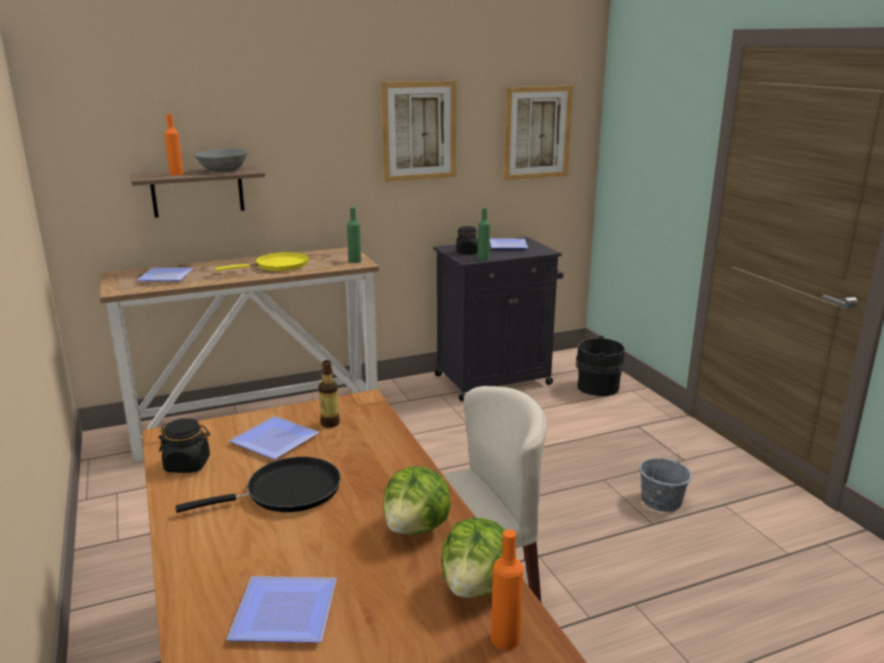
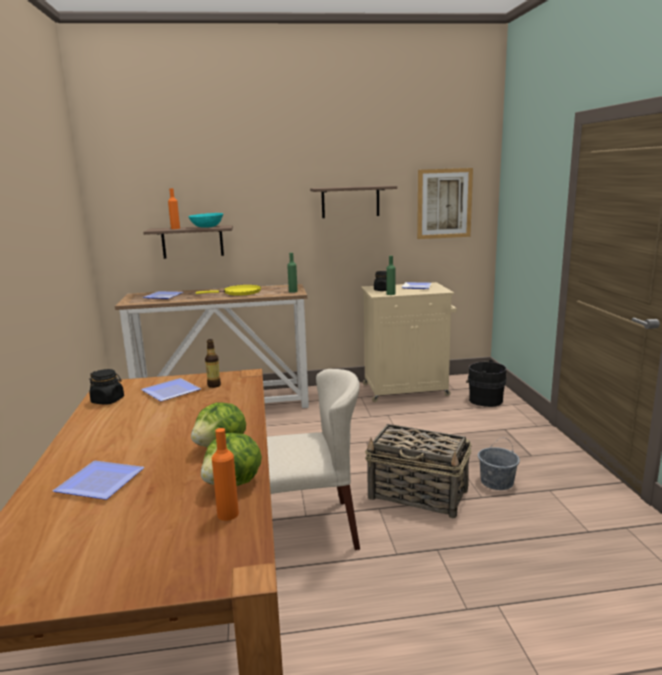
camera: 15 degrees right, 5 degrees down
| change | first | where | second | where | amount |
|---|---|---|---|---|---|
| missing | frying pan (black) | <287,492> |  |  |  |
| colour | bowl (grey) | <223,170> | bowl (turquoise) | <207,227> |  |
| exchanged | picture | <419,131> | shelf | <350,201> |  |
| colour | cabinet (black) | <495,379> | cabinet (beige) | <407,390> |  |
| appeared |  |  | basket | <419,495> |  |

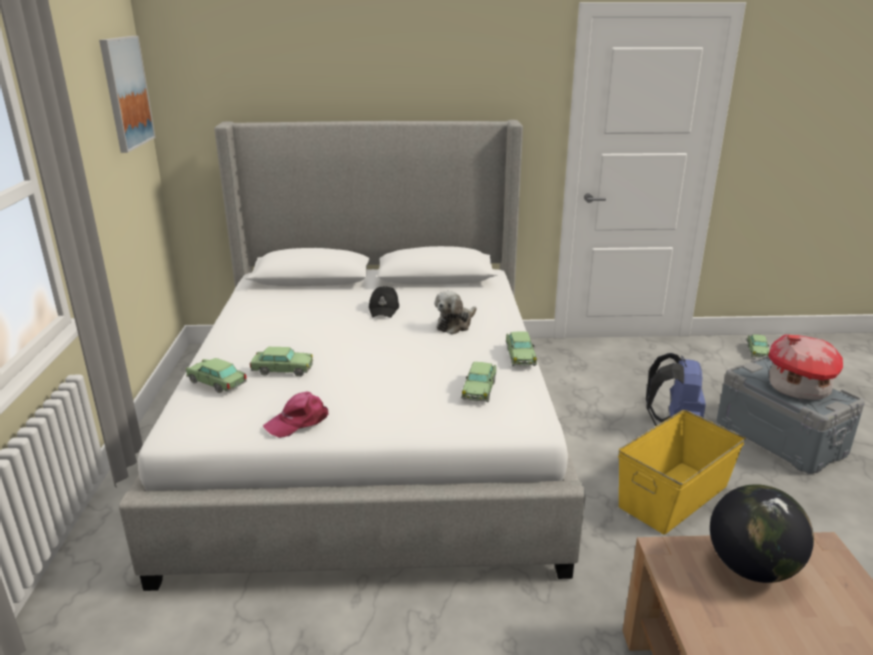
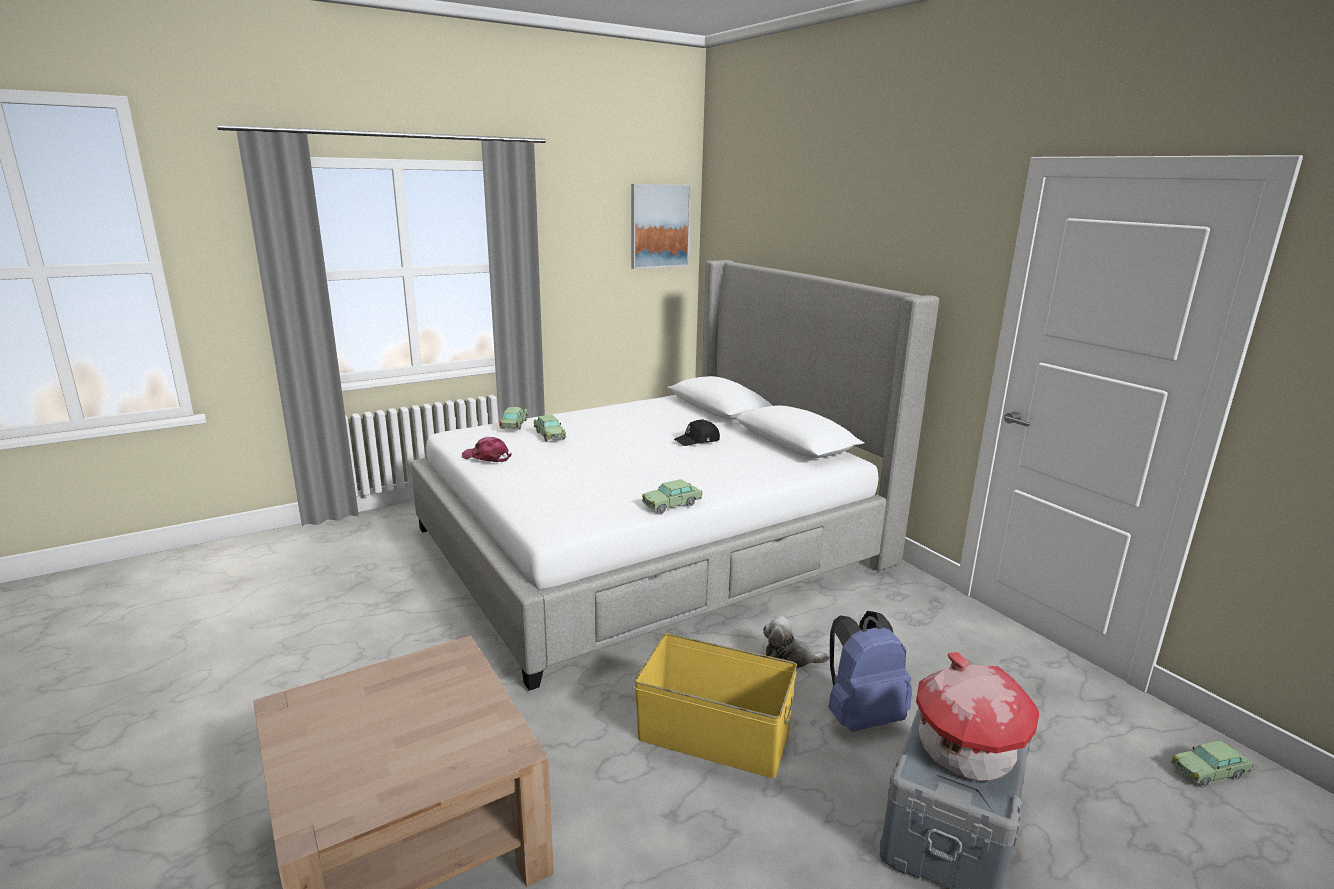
camera: 60 degrees right, 5 degrees down
| change | first | where | second | where | amount |
|---|---|---|---|---|---|
| relocated | plush toy | <455,324> |  | <790,658> |  |
| missing | toy car | <479,389> |  |  |  |
| missing | globe | <751,568> |  |  |  |

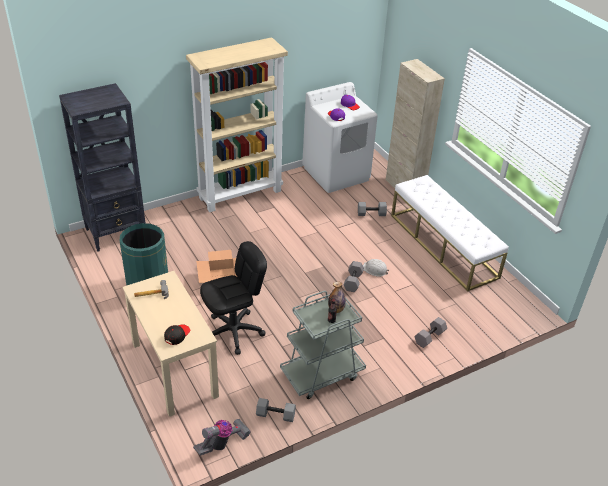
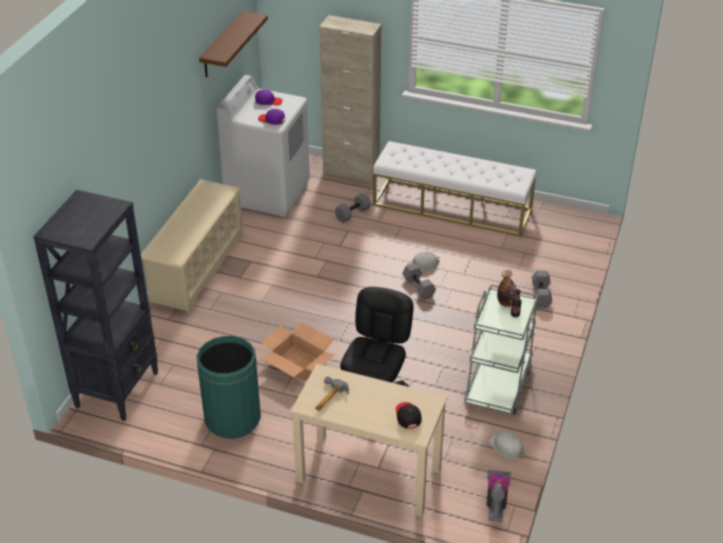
camera: 40 degrees left, 0 degrees up
| change | first | where | second | where | amount |
|---|---|---|---|---|---|
| exchanged | bookcase (beige) | <240,194> | shoe rack (beige) | <197,268> |  |
| exchanged | dumbbell (grey) | <275,415> | hard hat (white) | <507,447> |  |
| appeared |  |  | shelf (brown) | <222,45> |  |

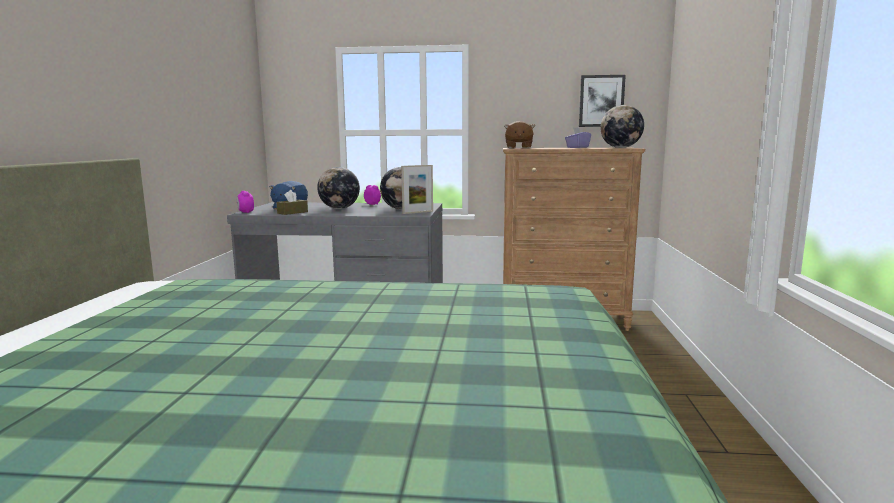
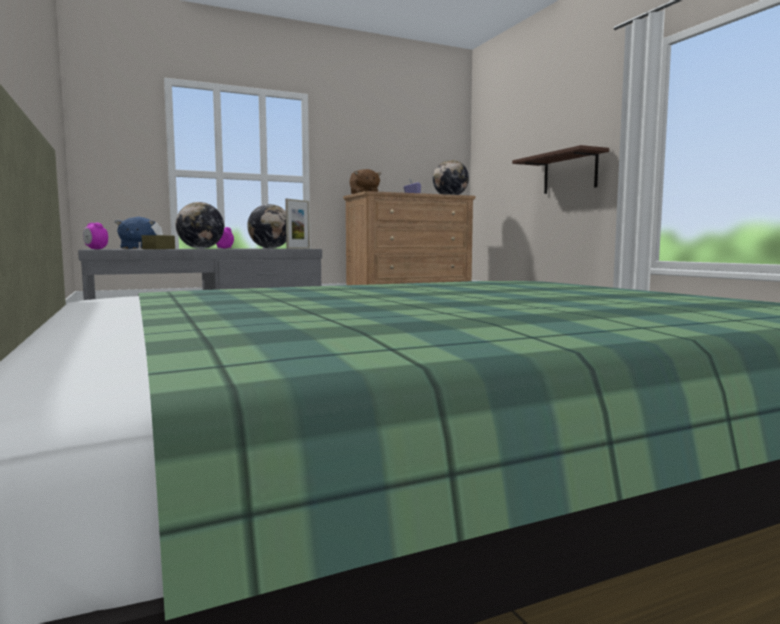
camera: 30 degrees left, 5 degrees down
| change | first | where | second | where | amount |
|---|---|---|---|---|---|
| missing | picture | <601,101> |  |  |  |
| appeared |  |  | shelf | <570,173> |  |

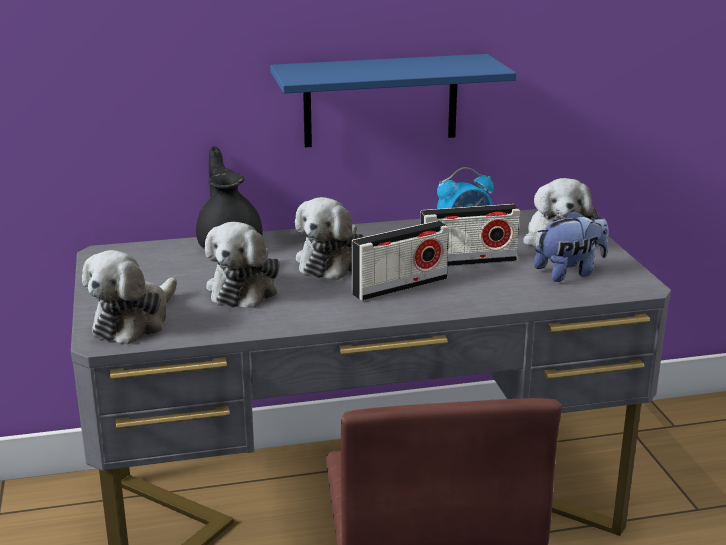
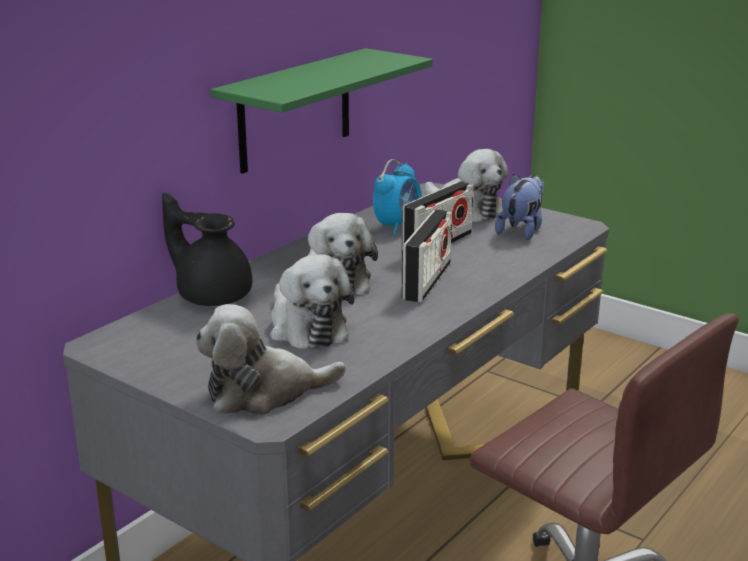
camera: 40 degrees left, 0 degrees up
| change | first | where | second | where | amount |
|---|---|---|---|---|---|
| spun | plush toy | <134,321> |  | <263,392> | 90 degrees clockwise |
| colour | shelf (blue) | <380,100> | shelf (green) | <295,110> |  |

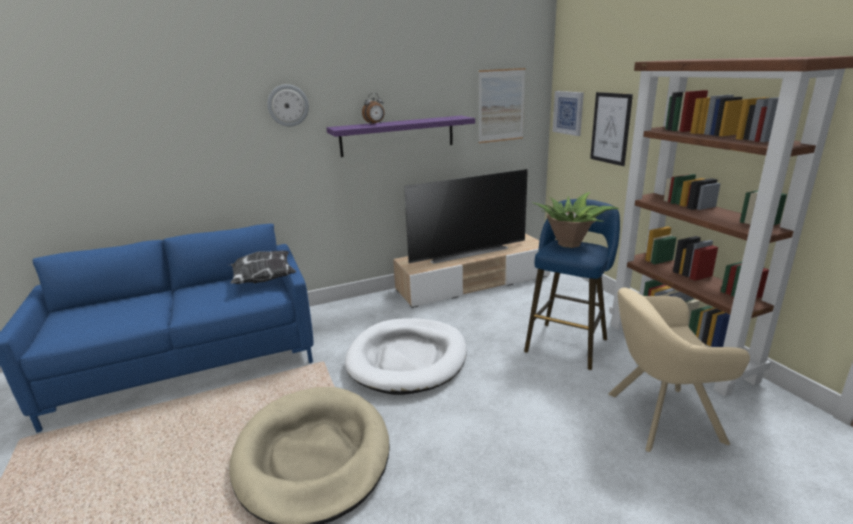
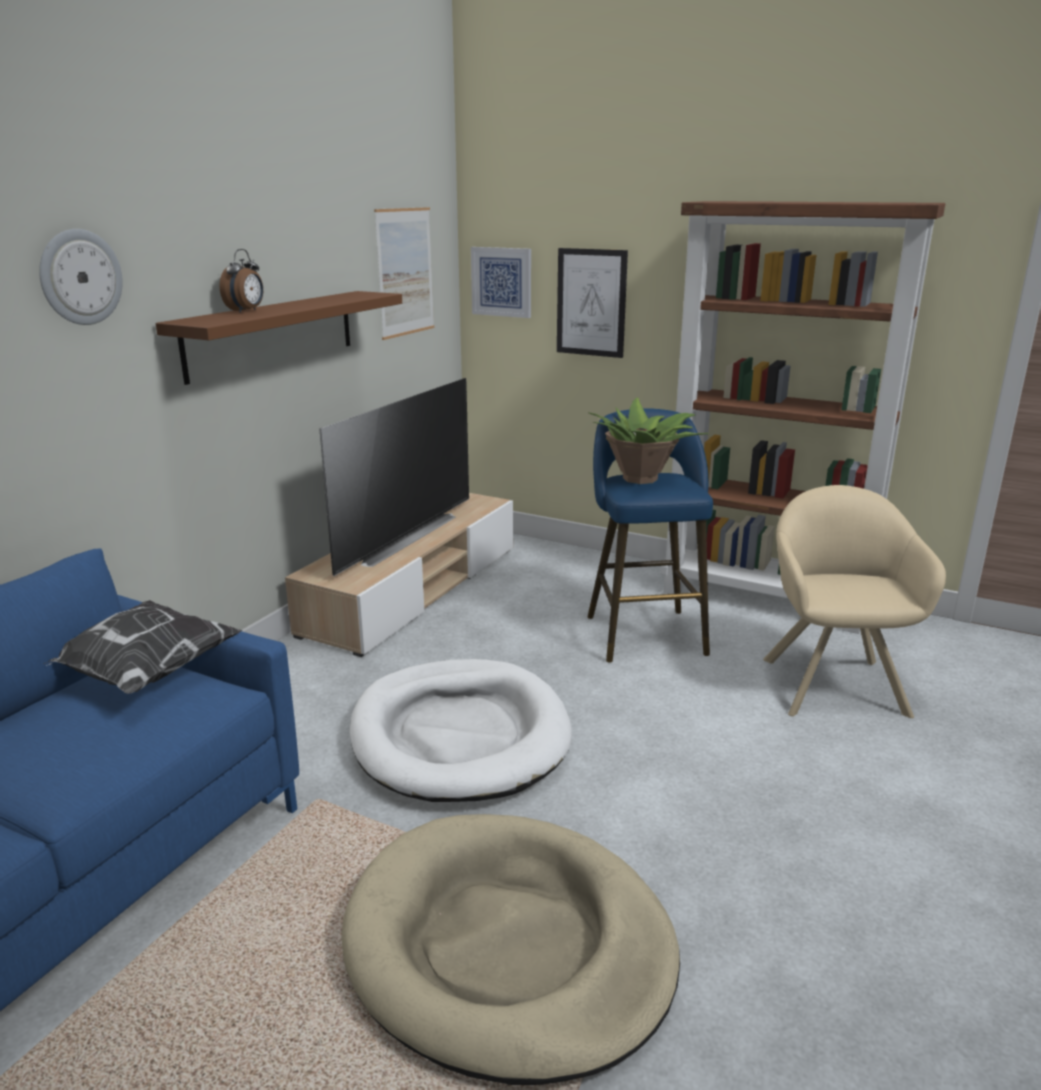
camera: 40 degrees left, 0 degrees up
| change | first | where | second | where | amount |
|---|---|---|---|---|---|
| colour | shelf (purple) | <398,136> | shelf (brown) | <272,334> |  |
| spun | armchair (beige) | <657,417> |  | <832,681> | 135 degrees clockwise |

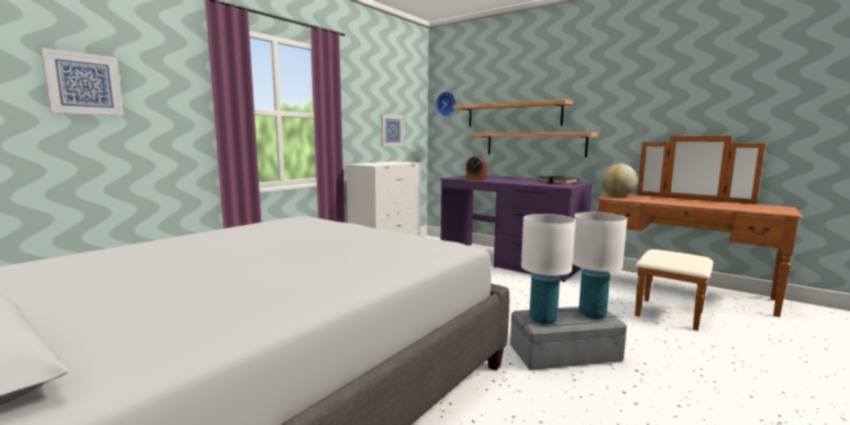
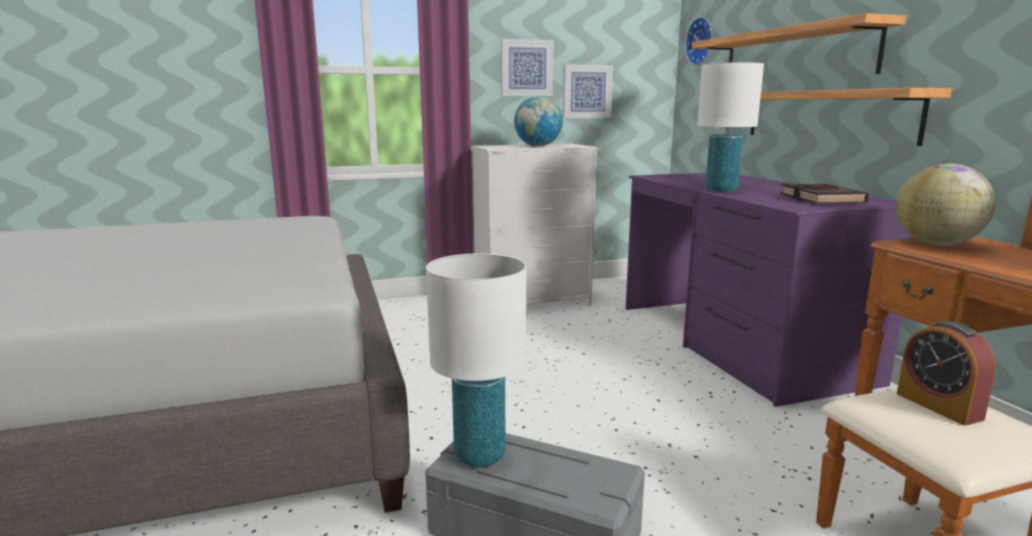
camera: 35 degrees right, 5 degrees up
| change | first | where | second | where | amount |
|---|---|---|---|---|---|
| relocated | picture | <84,84> |  | <526,68> |  |
| relocated | alarm clock | <476,179> |  | <938,406> |  |
| relocated | table lamp (white) | <592,314> |  | <721,190> |  |
| appeared |  |  | globe | <538,146> |  |

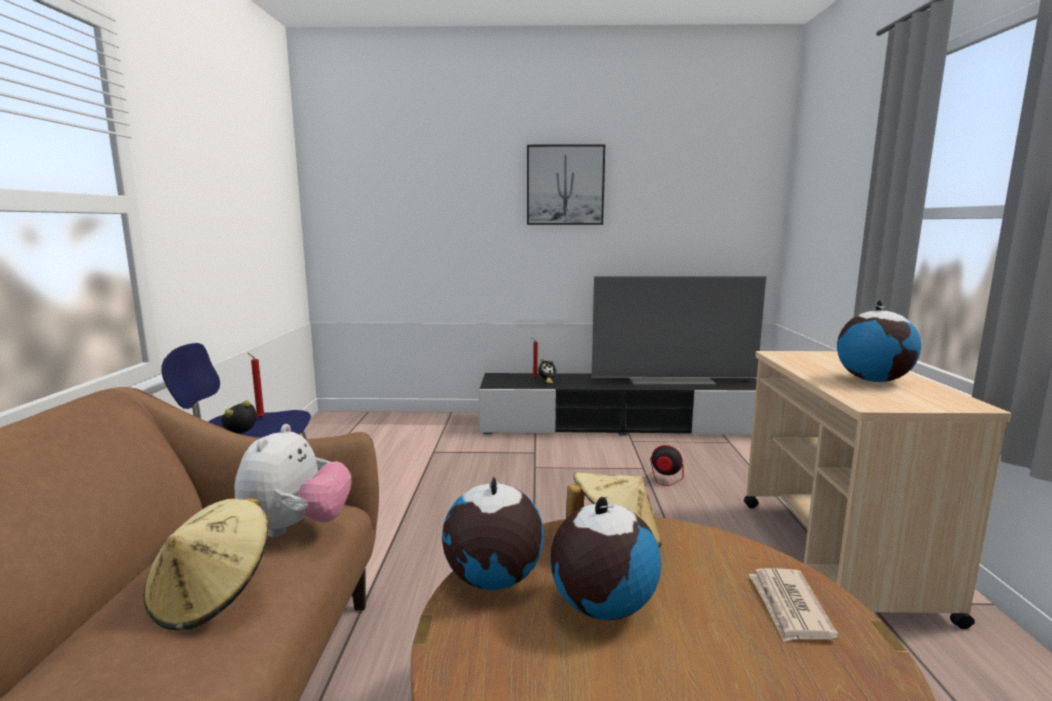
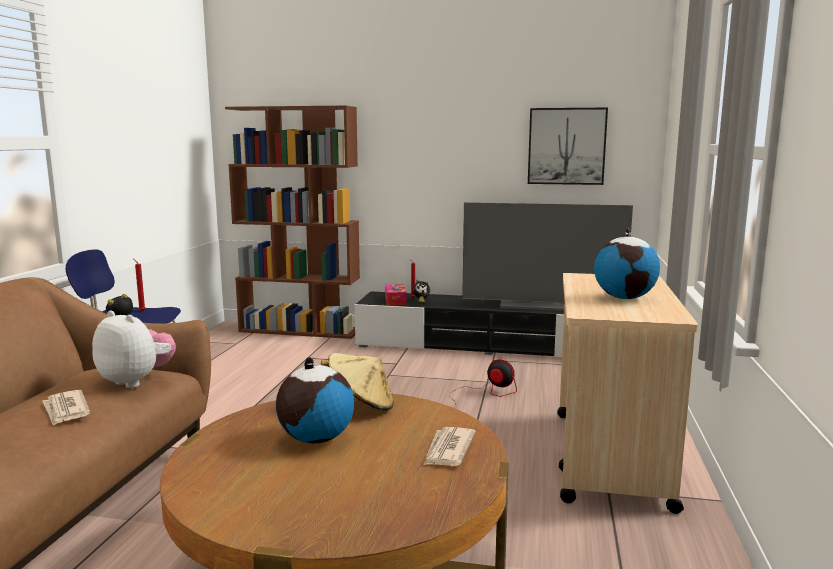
camera: 10 degrees right, 0 degrees up
| change | first | where | second | where | amount |
|---|---|---|---|---|---|
| exchanged | hat (beige) | <213,596> | newspaper | <66,410> |  |
| spun | plush toy | <296,528> |  | <136,381> | 75 degrees counterclockwise |
| missing | globe | <493,580> |  |  |  |
| relocated | picture | <565,185> |  | <566,146> |  |
| appeared |  |  | bookcase (brown) | <301,330> |  |
| appeared |  |  | tissue box | <395,300> |  |

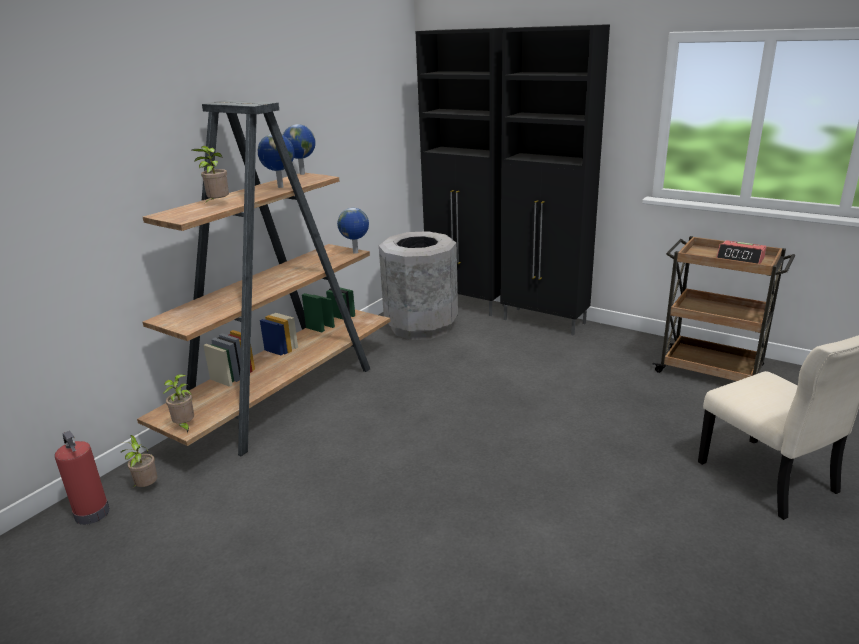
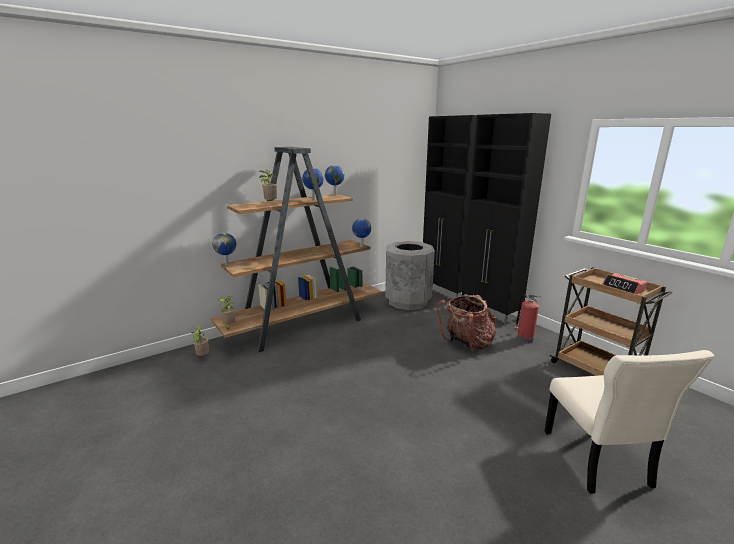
camera: 20 degrees right, 5 degrees down
| change | first | where | second | where | amount |
|---|---|---|---|---|---|
| relocated | fire extinguisher | <91,512> |  | <524,338> |  |
| appeared |  |  | globe | <227,264> |  |
| appeared |  |  | backpack | <467,344> |  |

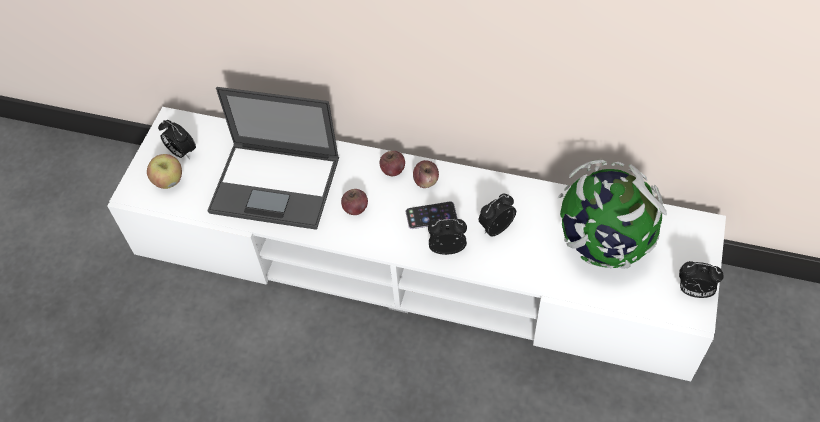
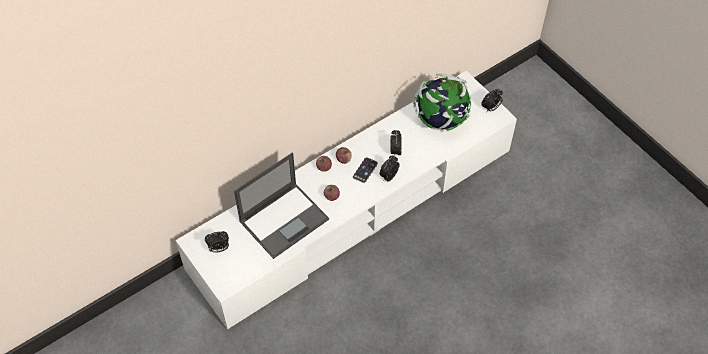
camera: 55 degrees left, 0 degrees up
| change | first | where | second | where | amount |
|---|---|---|---|---|---|
| missing | apple | <169,181> |  |  |  |

